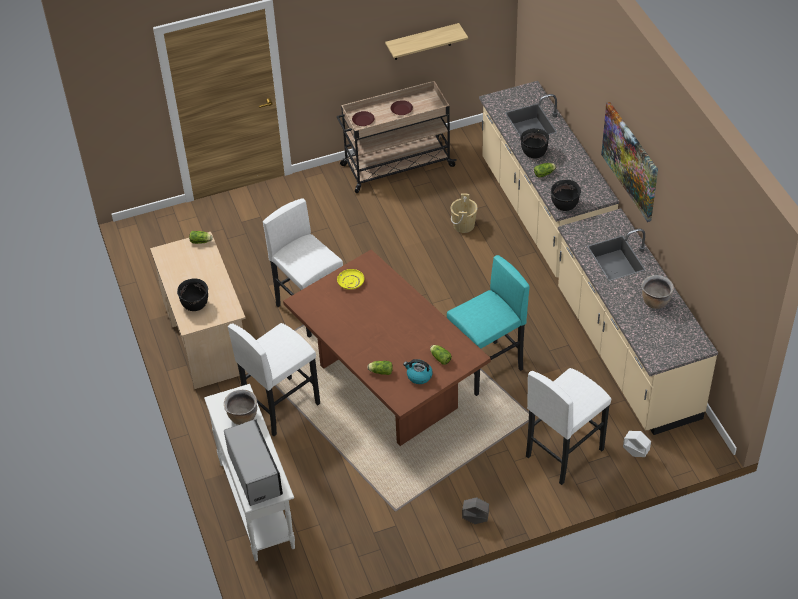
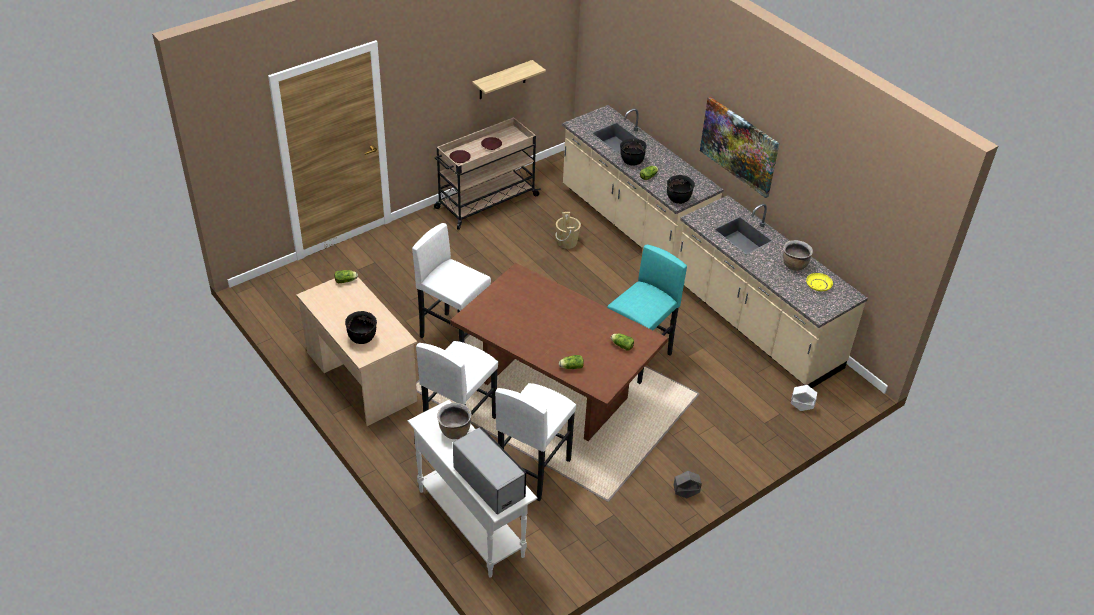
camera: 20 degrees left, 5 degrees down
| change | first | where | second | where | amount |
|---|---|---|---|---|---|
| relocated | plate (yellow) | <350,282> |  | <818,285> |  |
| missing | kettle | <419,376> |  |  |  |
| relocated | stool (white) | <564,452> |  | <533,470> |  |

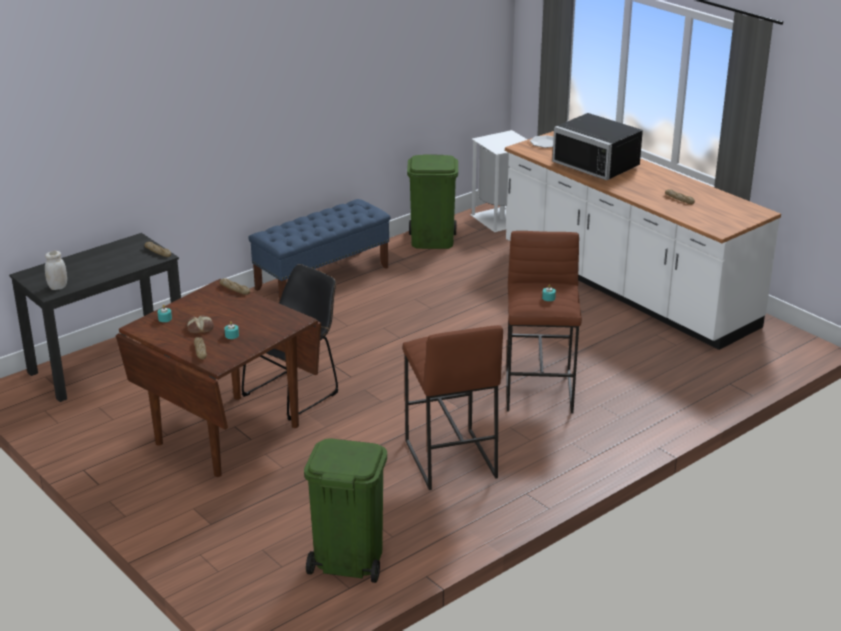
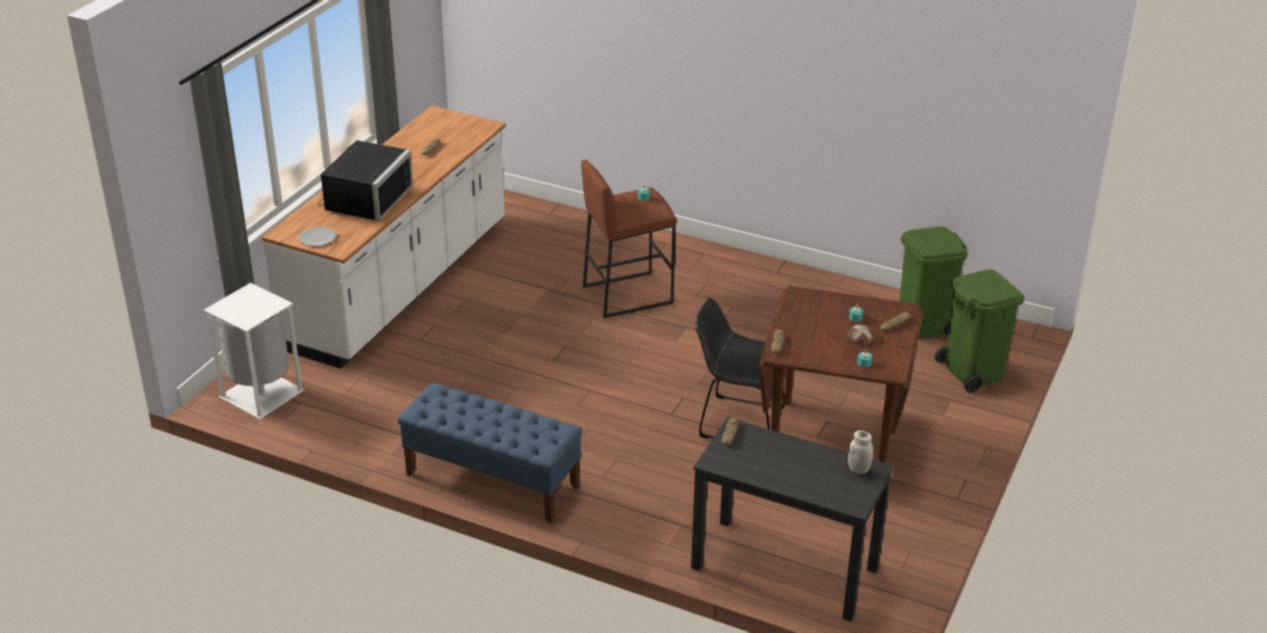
camera: 115 degrees left, 5 degrees up
| change | first | where | second | where | amount |
|---|---|---|---|---|---|
| missing | stool (brown) | <449,459> |  |  |  |
| relocated | trash can (green) | <433,241> |  | <972,372> |  |

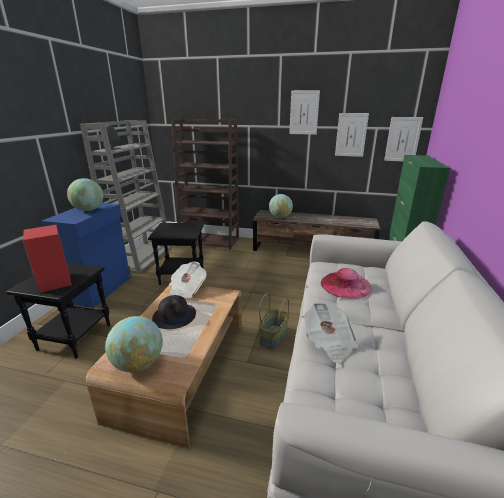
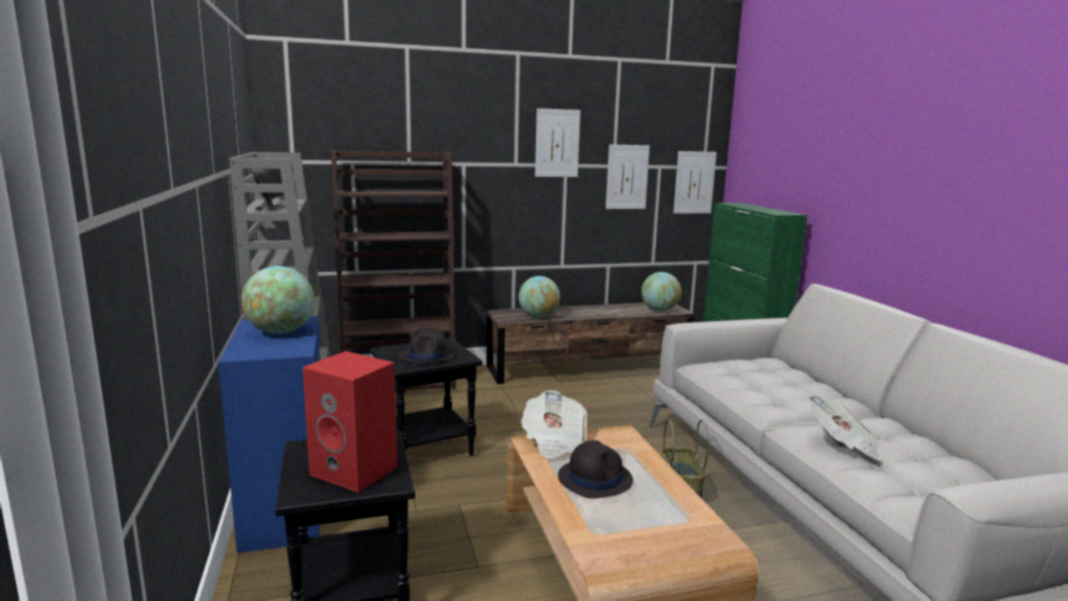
camera: 30 degrees left, 10 degrees down
| change | first | where | second | where | amount |
|---|---|---|---|---|---|
| relocated | globe | <138,364> |  | <659,310> |  |
| missing | hat (pink) | <345,285> |  |  |  |
| appeared |  |  | hat (black) | <427,356> |  |

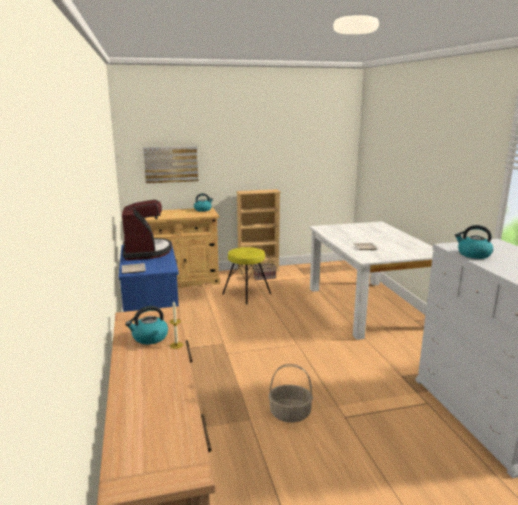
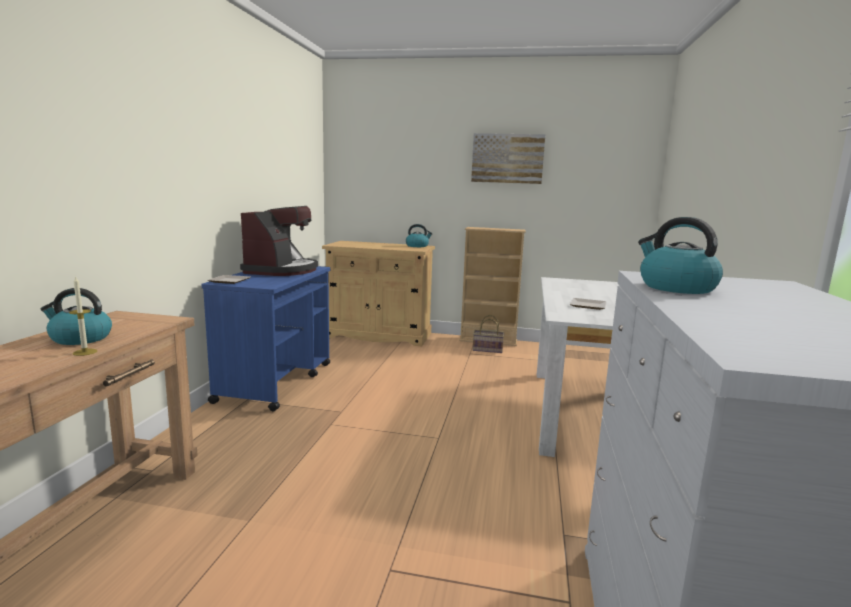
camera: 25 degrees right, 5 degrees down
| change | first | where | second | where | amount |
|---|---|---|---|---|---|
| relocated | picture | <171,164> |  | <507,158> |  |
| missing | stool (yellow) | <246,294> |  |  |  |
| missing | basket | <290,413> |  |  |  |

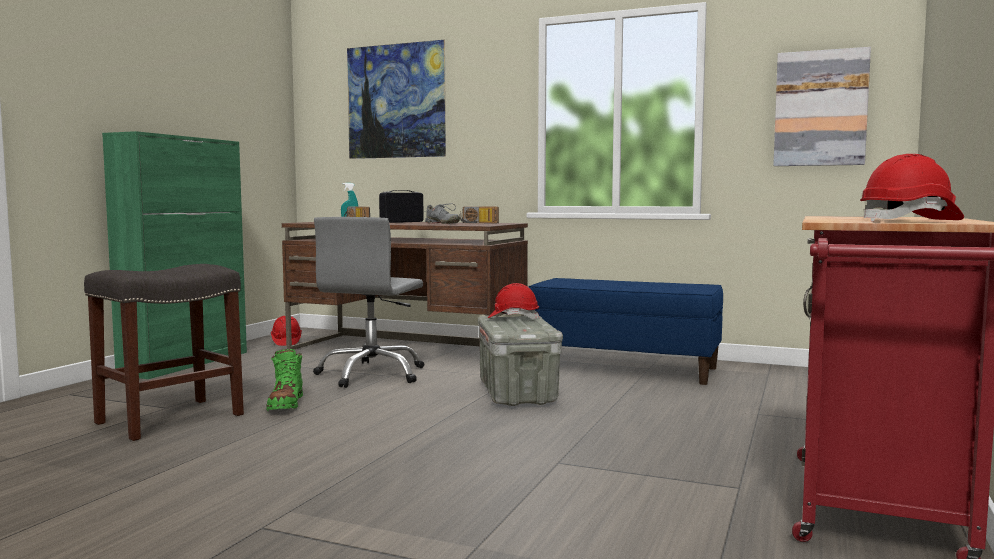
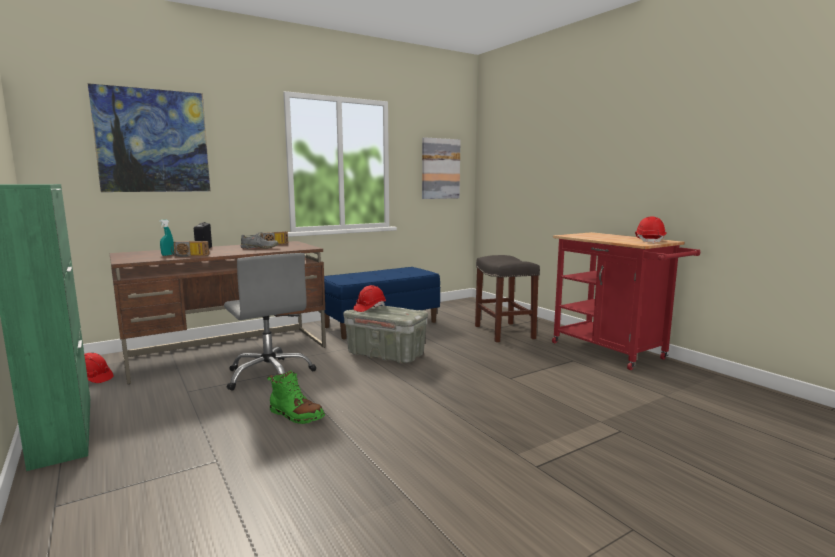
camera: 55 degrees left, 5 degrees up
| change | first | where | second | where | amount |
|---|---|---|---|---|---|
| relocated | stool (grey) | <171,418> |  | <503,332> |  |

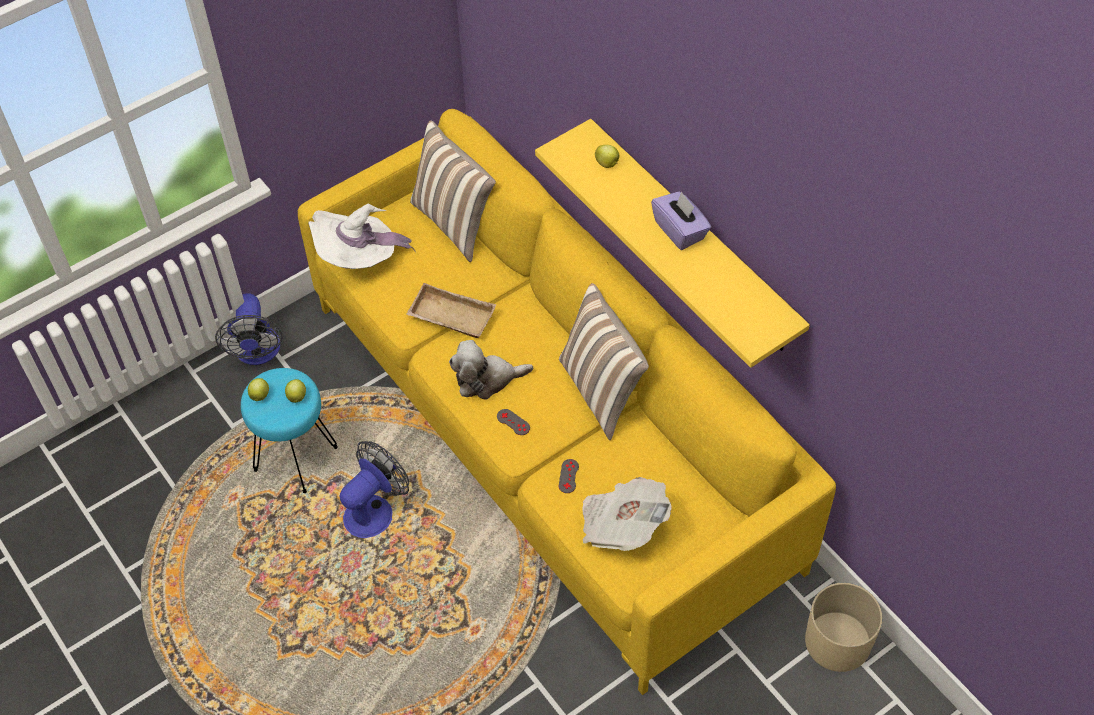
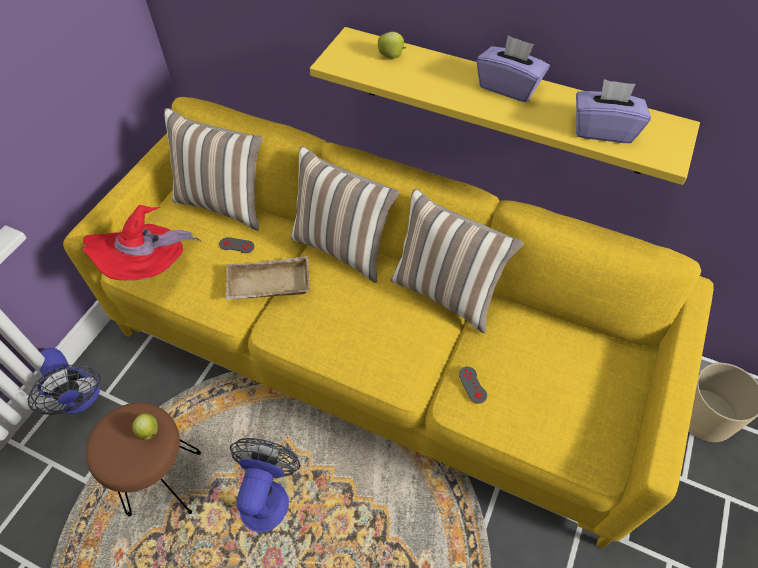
camera: 30 degrees left, 0 degrees up
| change | first | where | second | where | amount |
|---|---|---|---|---|---|
| colour | stool (turquoise) | <296,458> | stool (brown) | <166,482> |  |
| missing | apple | <260,395> |  |  |  |
| colour | hat (white) | <359,258> | hat (red) | <149,268> |  |
| missing | plush toy | <487,379> |  |  |  |
| relocated | game controller (grey) | <513,422> |  | <236,245> |  |
| missing | newspaper | <622,525> |  |  |  |
| appeared |  |  | pillow | <343,247> |  |
| appeared |  |  | tissue box (purple) | <602,130> |  |

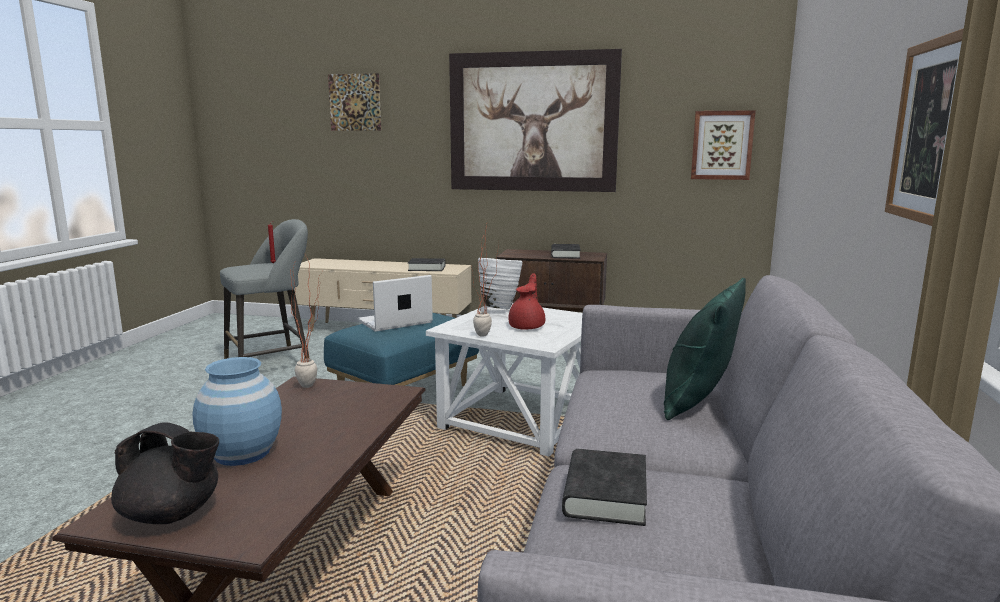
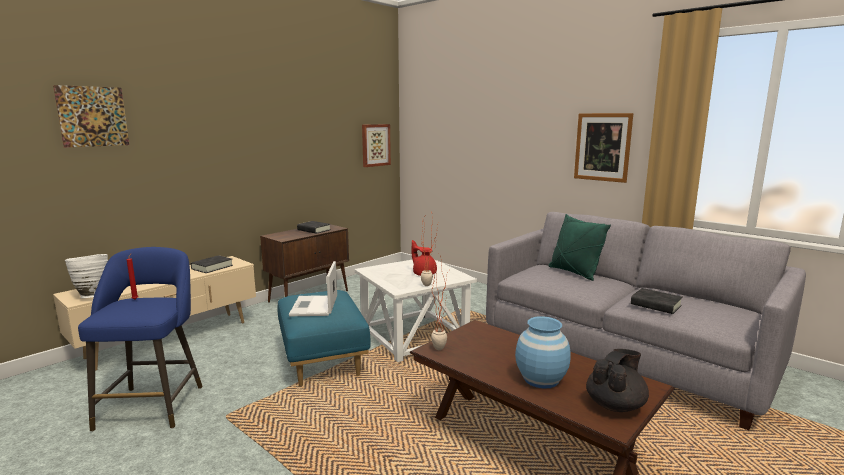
camera: 60 degrees left, 0 degrees up
| change | first | where | second | where | amount |
|---|---|---|---|---|---|
| colour | stool (grey) | <273,363> | stool (blue) | <153,404> |  |
| missing | picture | <532,122> |  |  |  |
| relocated | vase (white) | <499,309> |  | <92,295> |  |

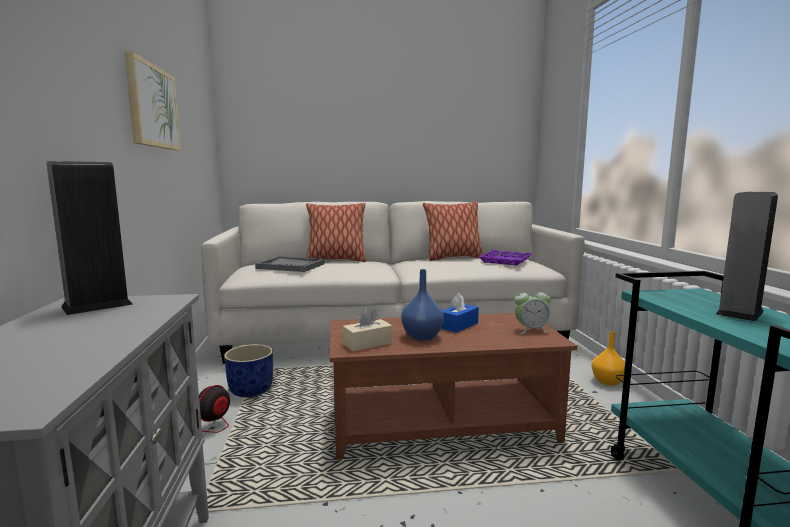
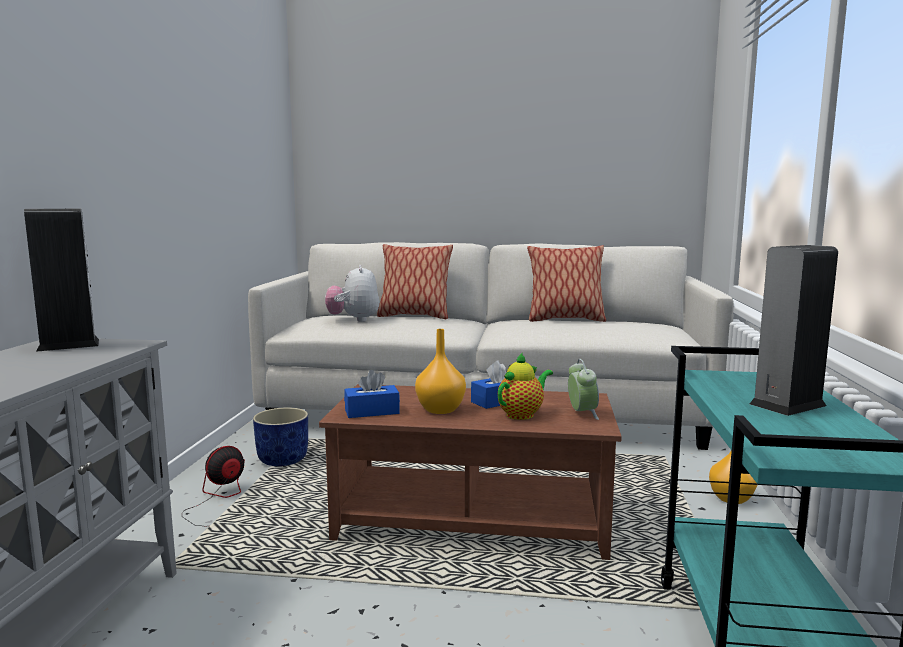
camera: 15 degrees right, 0 degrees up
| change | first | where | second | where | amount |
|---|---|---|---|---|---|
| missing | picture | <152,107> |  |  |  |
| exchanged | tray (grey) | <291,266> | plush toy | <353,320> |  |
| colour | tissue box (beige) | <367,343> | tissue box (blue) | <372,411> |  |
| colour | vase (blue) | <422,336> | vase (orange) | <441,409> |  |
| missing | tray (purple) | <506,261> |  |  |  |
| spun | alarm clock | <531,330> |  | <582,414> | 105 degrees counterclockwise |
| appeared |  |  | teapot | <522,414> |  |

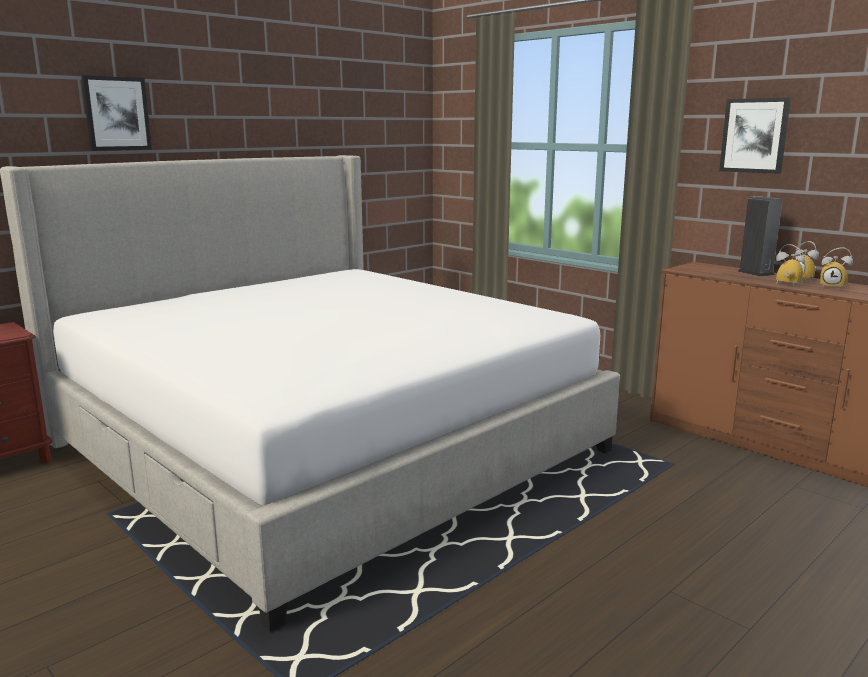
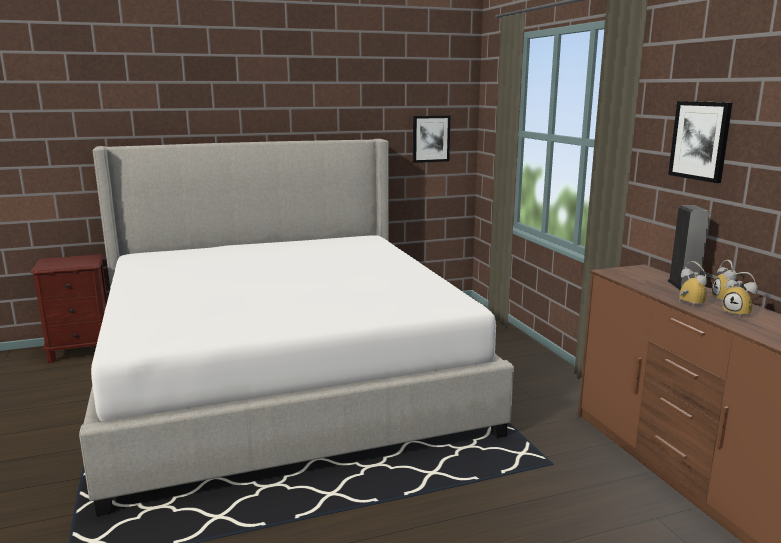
camera: 25 degrees right, 0 degrees up
| change | first | where | second | where | amount |
|---|---|---|---|---|---|
| relocated | picture | <116,113> |  | <430,138> |  |

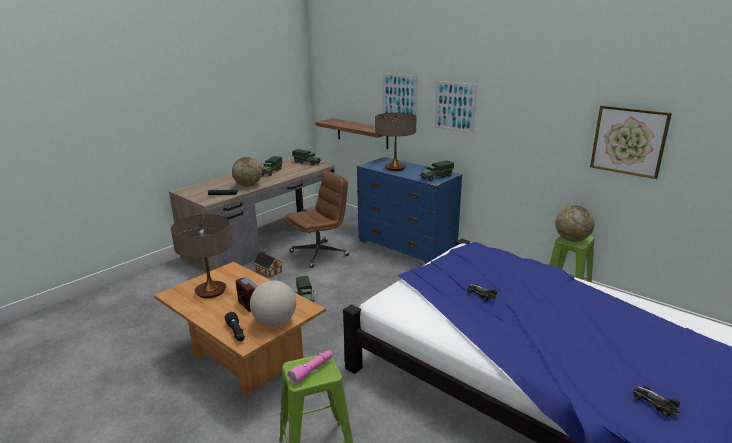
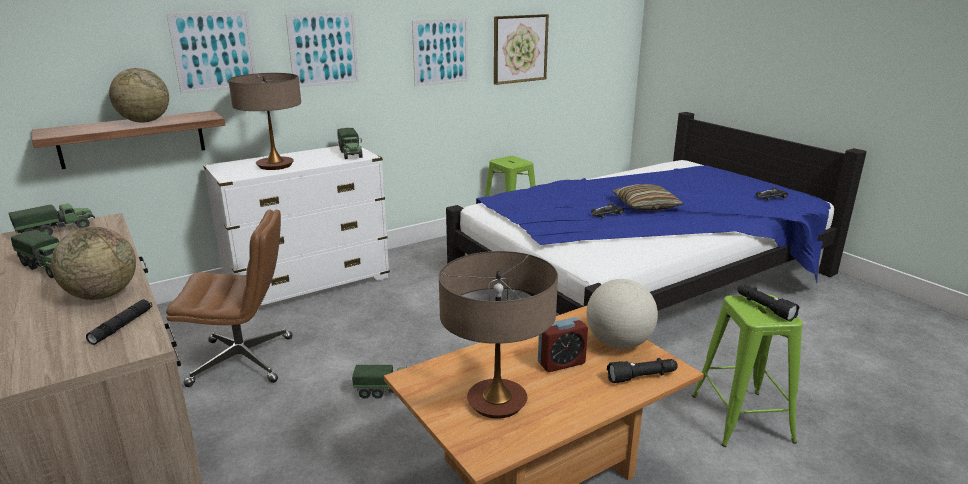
camera: 75 degrees left, 0 degrees up
| change | first | where | second | where | amount |
|---|---|---|---|---|---|
| missing | toy house | <268,270> |  |  |  |
| spun | office chair (brown) | <319,253> |  | <244,361> | 105 degrees clockwise |
| colour | flashlight (pink) | <312,371> | flashlight (black) | <764,308> |  |
| colour | dresser (blue) | <406,247> | dresser (white) | <309,285> |  |
| relocated | globe | <572,239> |  | <145,121> |  |
| appeared |  |  | picture | <440,52> |  |
| appeared |  |  | pillow | <645,206> |  |

